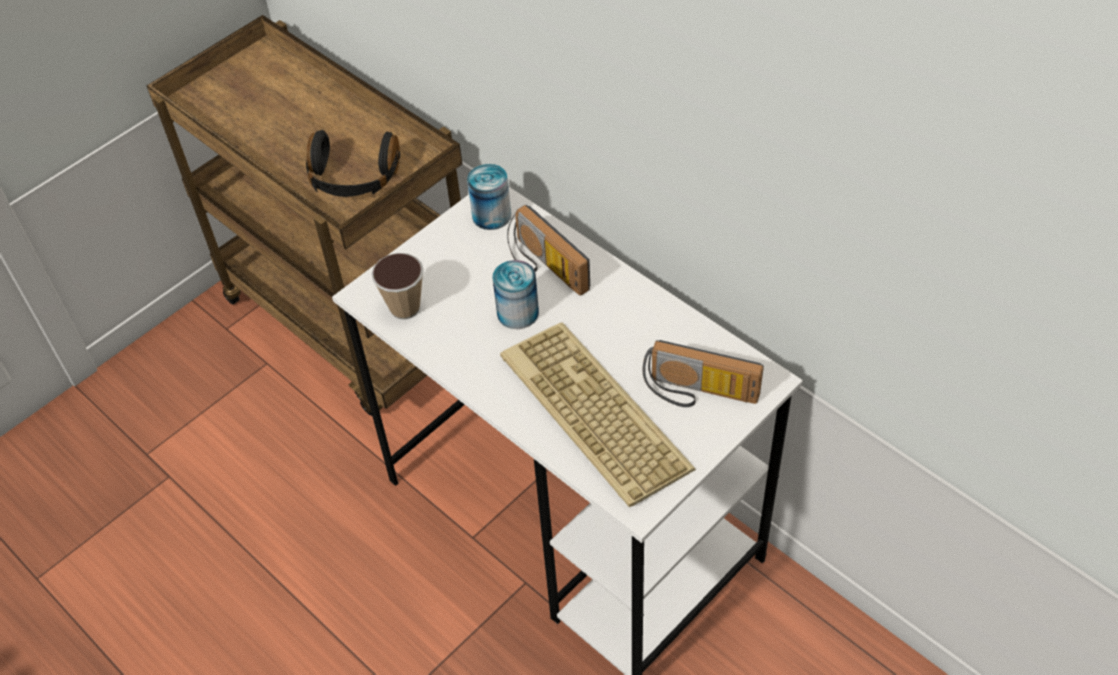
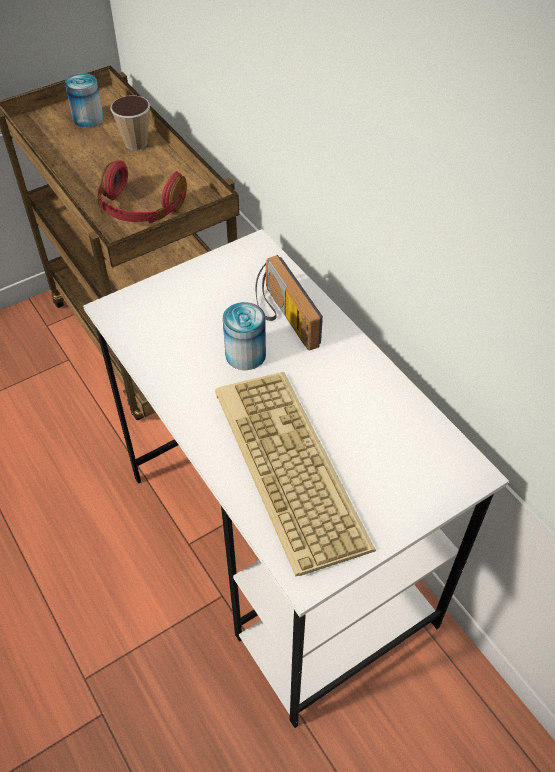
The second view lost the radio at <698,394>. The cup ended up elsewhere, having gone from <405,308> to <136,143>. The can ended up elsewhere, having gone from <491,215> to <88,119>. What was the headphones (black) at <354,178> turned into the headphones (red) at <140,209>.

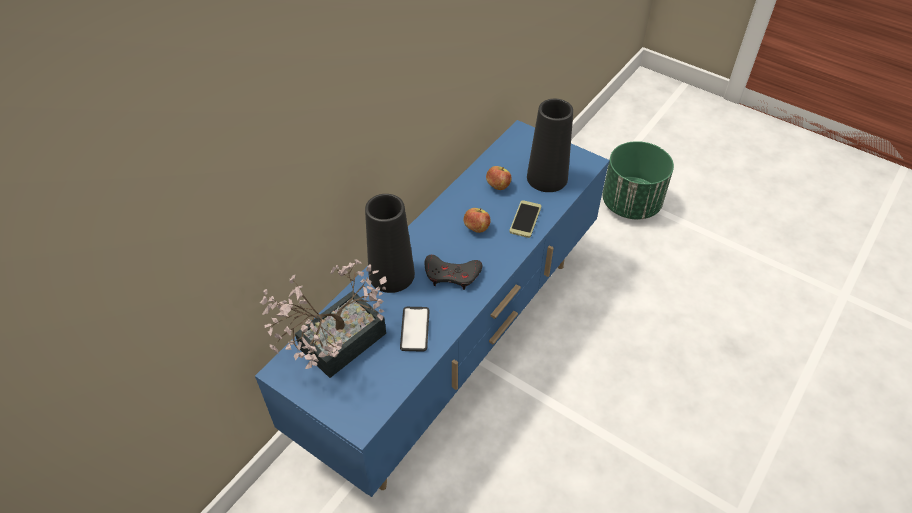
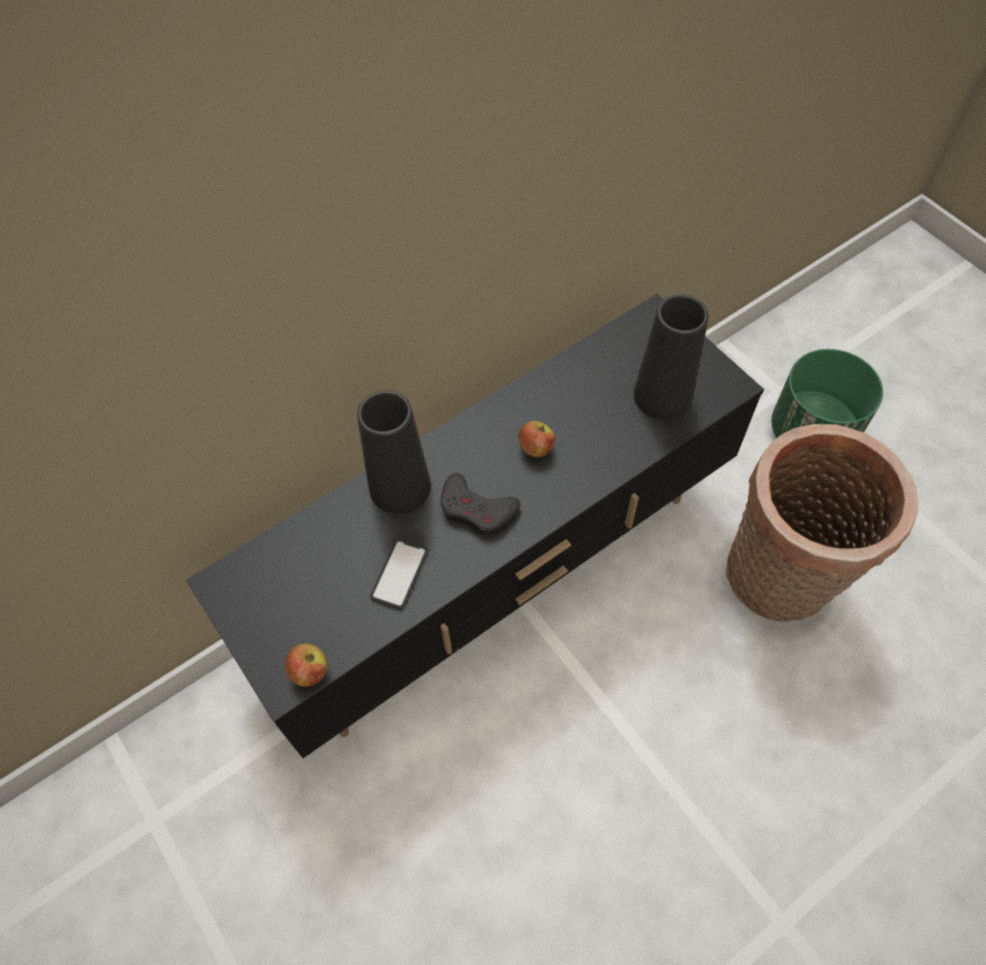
The second view lost the potted plant at <334,346>. The second view lost the phone at <525,219>. The second view gained the basket at <779,581>. The apple ended up elsewhere, having gone from <498,186> to <309,671>. What was the tv stand (blue) at <455,348> turned into the tv stand (black) at <496,577>.

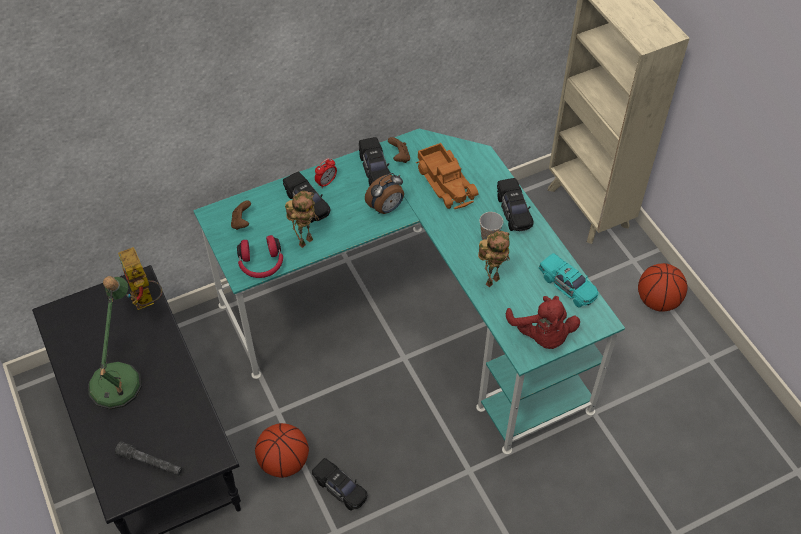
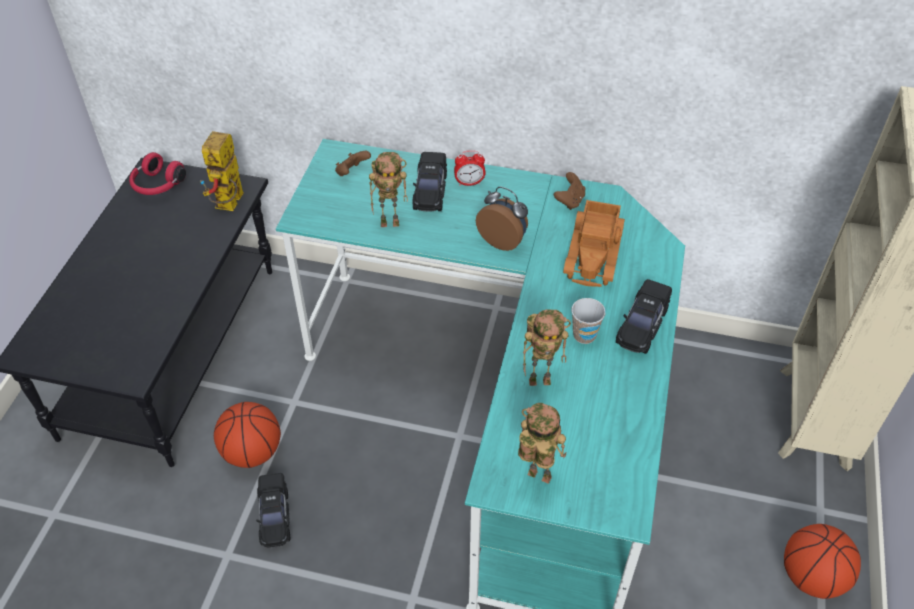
The second view lost the table lamp at <119,377>. The second view lost the flashlight (grey) at <150,462>. The second view lost the toy car (black) at <375,169>. The second view lost the toy car (turquoise) at <567,286>. The headphones (red) ended up elsewhere, having gone from <261,264> to <157,185>. Where the plush toy (red) stood at <542,335>, the toy robot came to stand at <536,477>. The alarm clock at <386,208> ended up facing another way, 150 degrees counterclockwise from before.

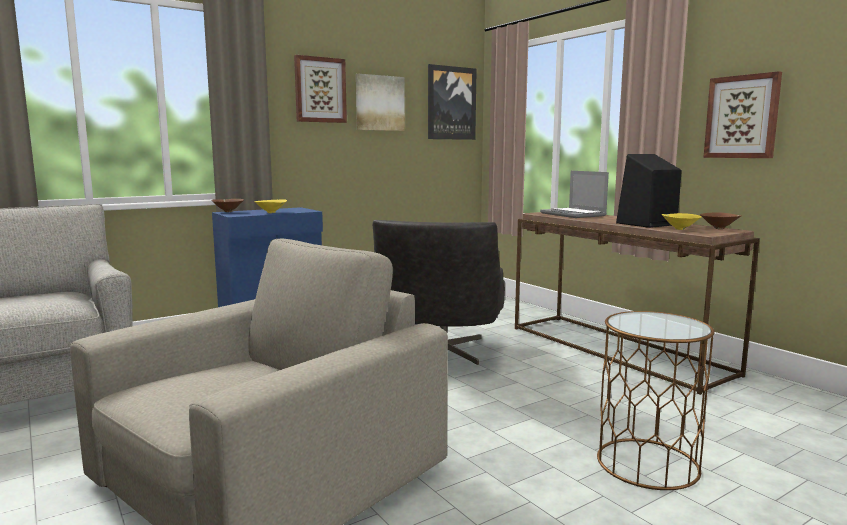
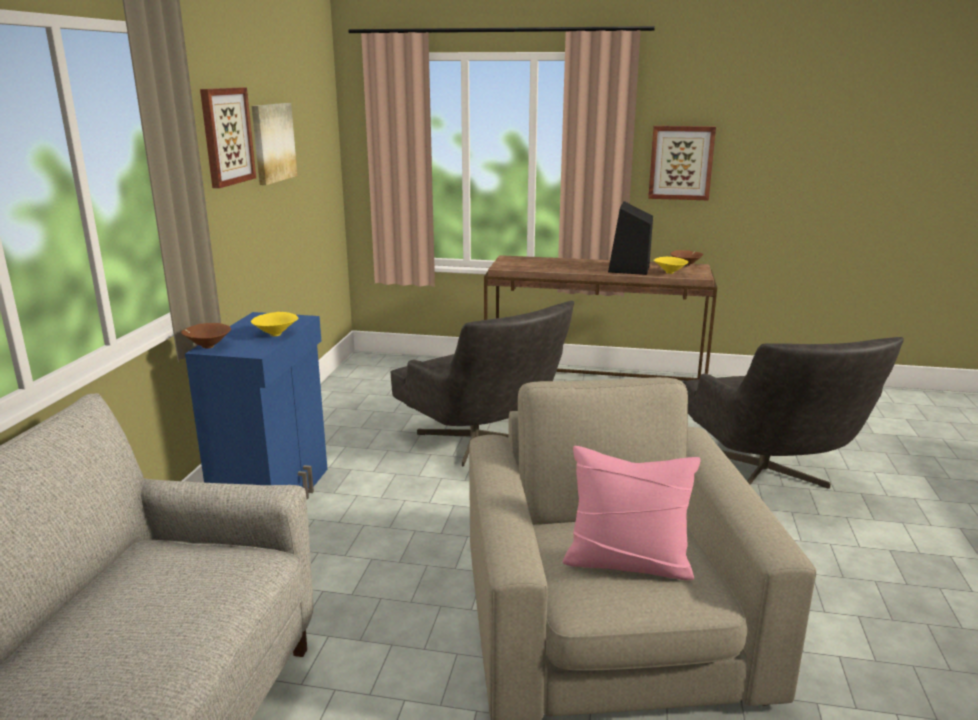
The second view lost the picture at <451,103>. The second view lost the laptop at <574,214>. The second view gained the pillow (pink) at <627,562>. Where the side table (brown) stood at <647,463>, the armchair (grey) came to stand at <770,477>.

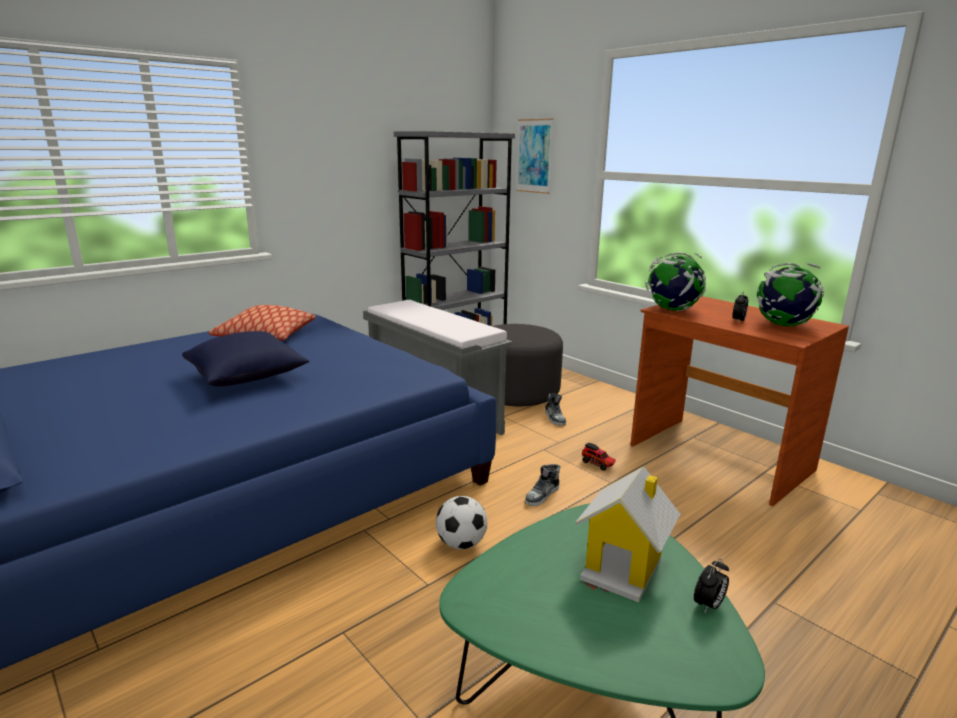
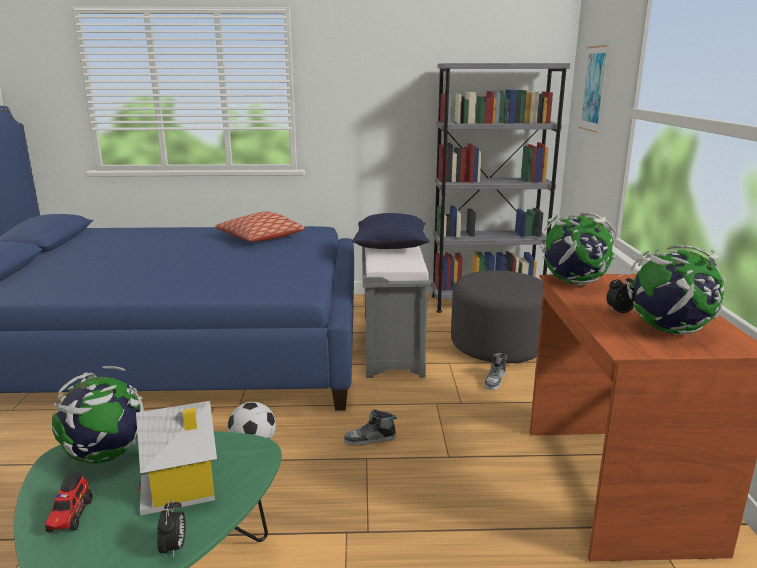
The second view gained the globe at <105,456>. The pillow (blue) ended up elsewhere, having gone from <247,377> to <391,247>. The toy truck ended up elsewhere, having gone from <598,464> to <70,517>. The alarm clock at <708,605> ended up facing another way, 90 degrees counterclockwise from before.

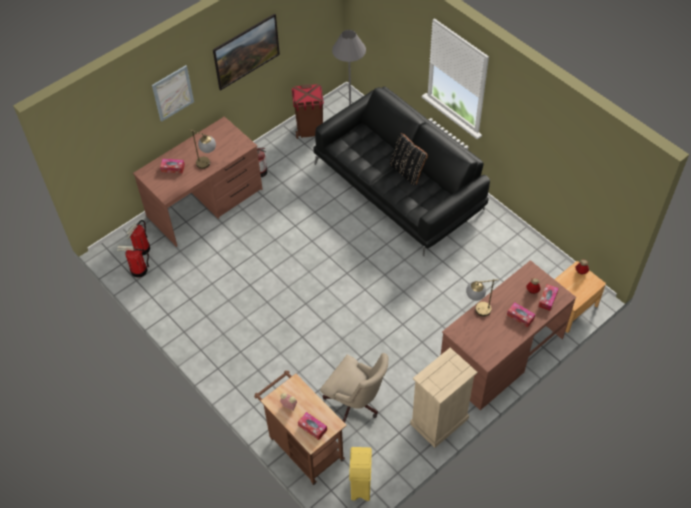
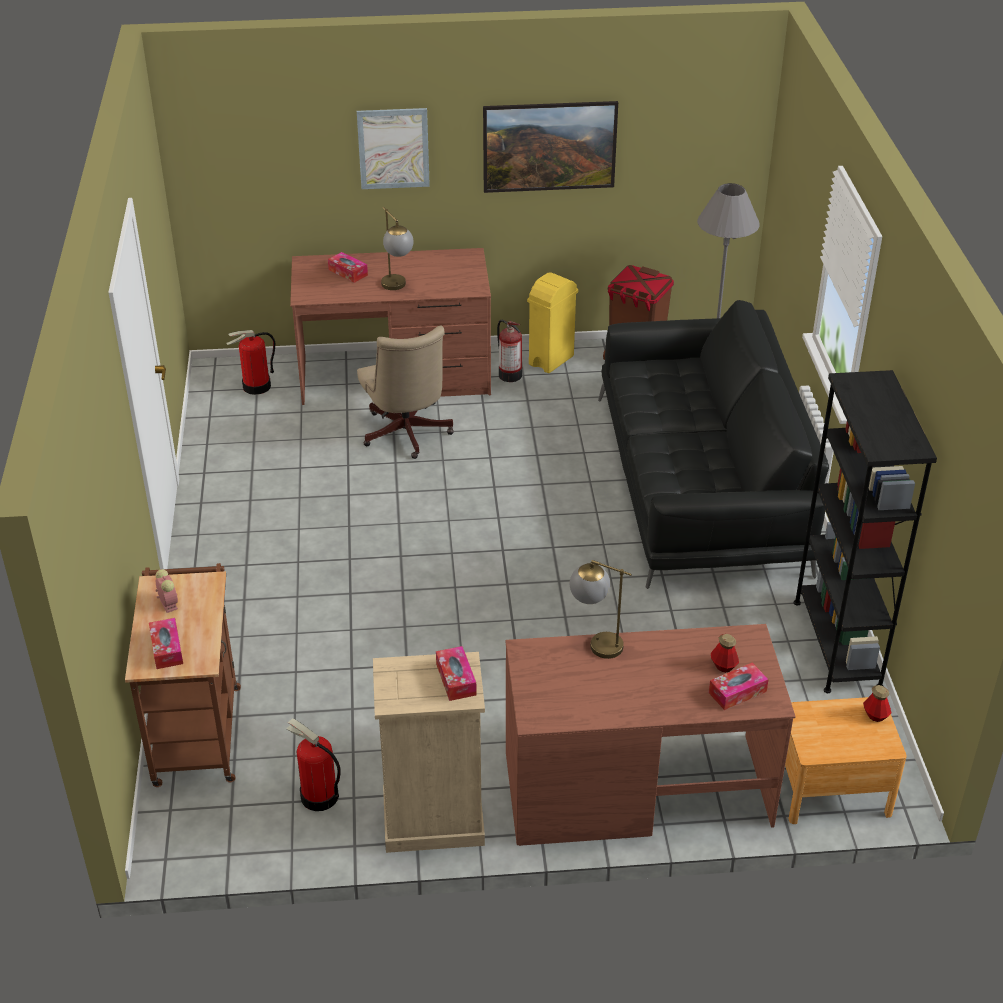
The second view lost the pillow (black) at <407,171>. The second view gained the bookcase (black) at <837,643>. The fire extinguisher ended up elsewhere, having gone from <138,270> to <318,796>. The office chair (beige) ended up elsewhere, having gone from <356,403> to <406,436>. The trash can (yellow) ended up elsewhere, having gone from <360,487> to <550,360>. The tissue box ended up elsewhere, having gone from <520,317> to <456,679>.

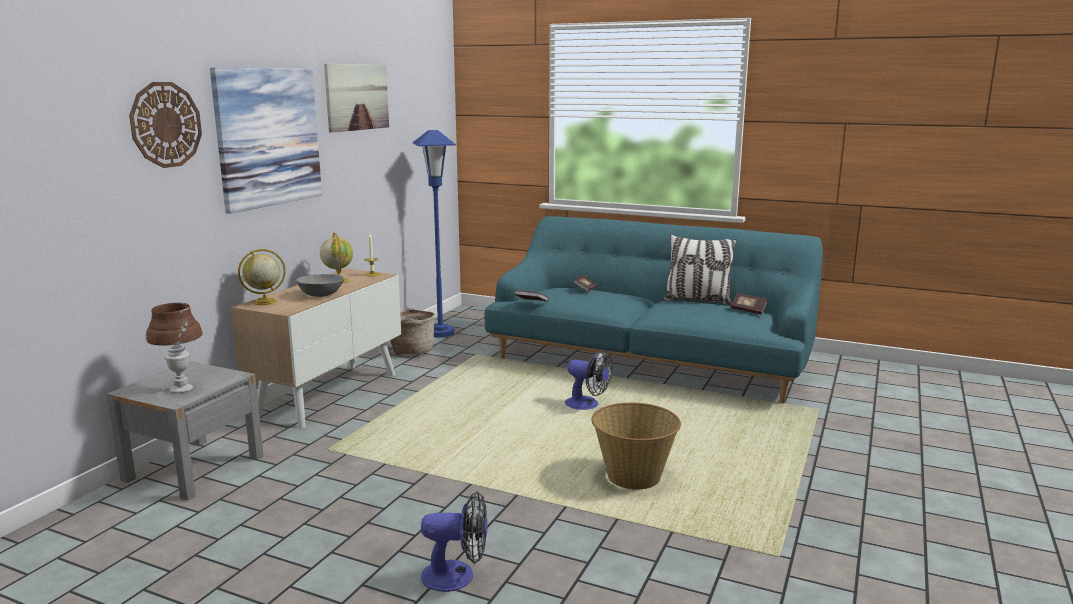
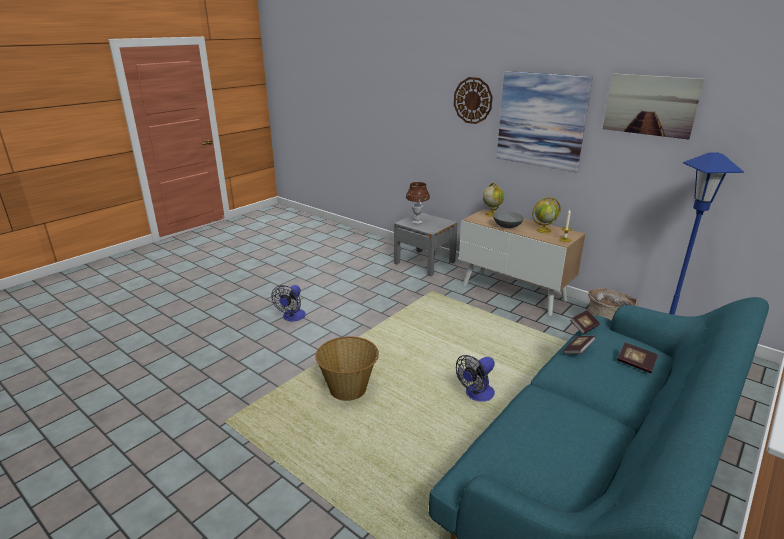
The second view lost the pillow at <697,301>. The book ended up elsewhere, having gone from <748,310> to <578,350>.

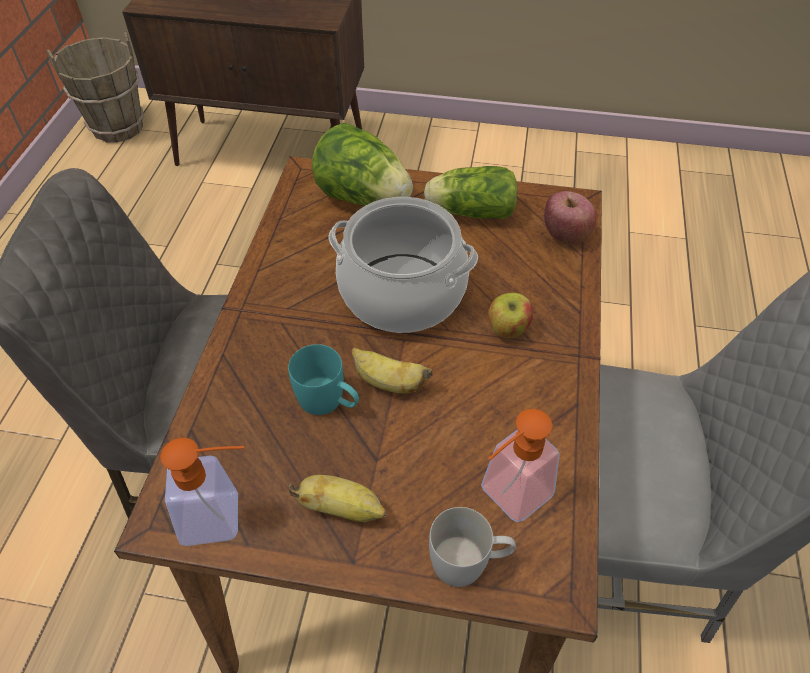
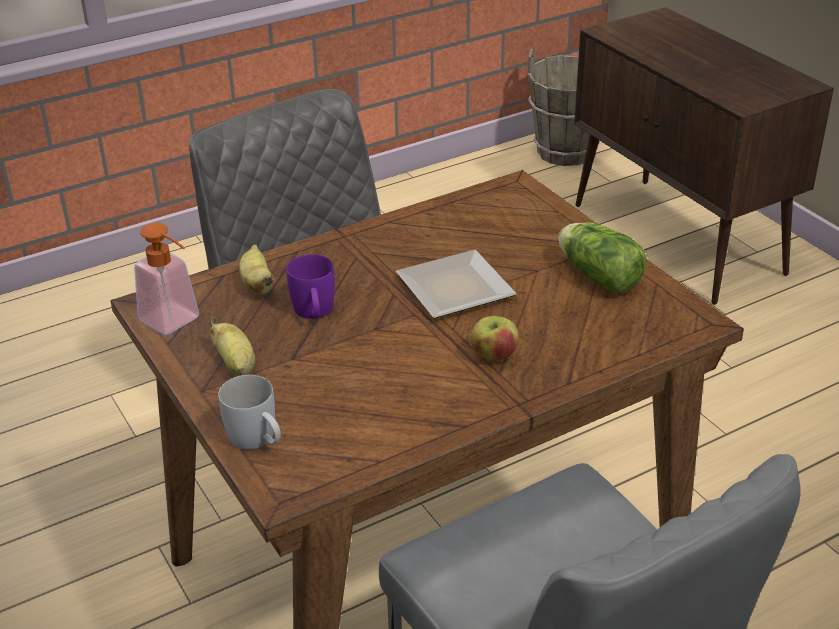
The second view lost the lettuce at <363,197>. The second view lost the soap dispenser at <507,498>. The second view lost the apple at <565,235>. The banana ended up elsewhere, having gone from <388,382> to <257,284>. Where the cooking pot stood at <403,292>, the plate came to stand at <459,290>. What was the mug (turquoise) at <328,402> turned into the mug (purple) at <314,313>.

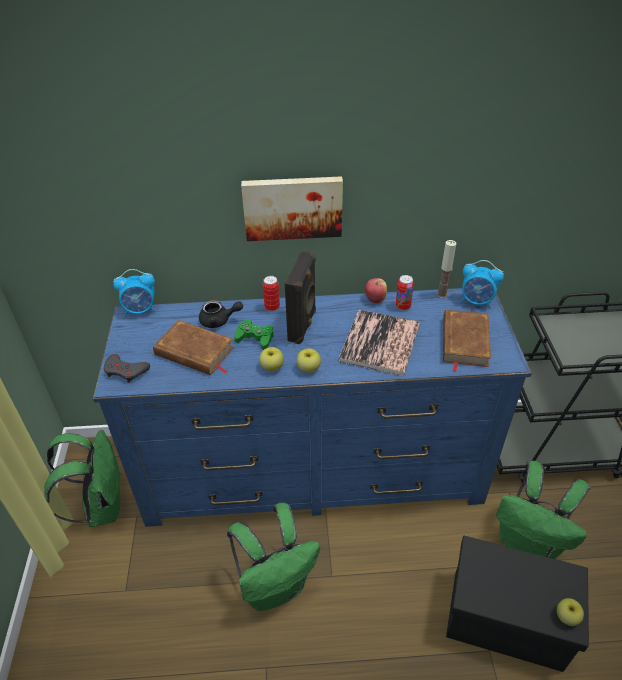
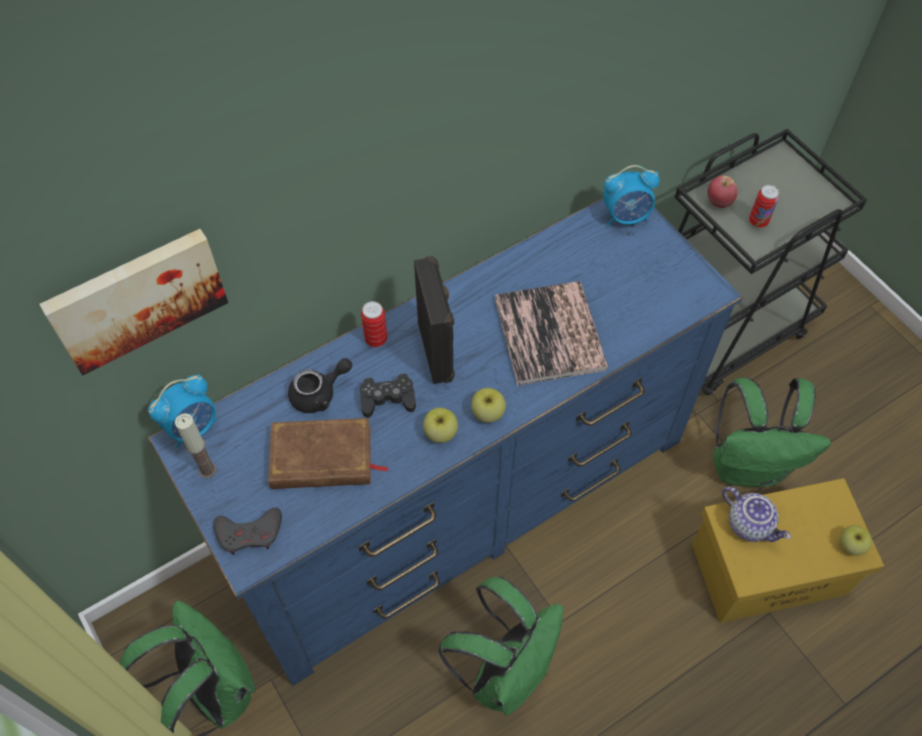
The second view lost the book (brown) at <464,342>. The second view gained the teapot at <750,524>. The picture ended up elsewhere, having gone from <292,207> to <136,297>. The apple ended up elsewhere, having gone from <375,299> to <719,202>. The can ended up elsewhere, having gone from <403,306> to <758,222>. The candle ended up elsewhere, having gone from <442,294> to <207,470>. What was the game controller (green) at <255,338> turned into the game controller (black) at <387,399>. What was the storage box (black) at <507,619> turned into the storage box (yellow) at <770,567>.

